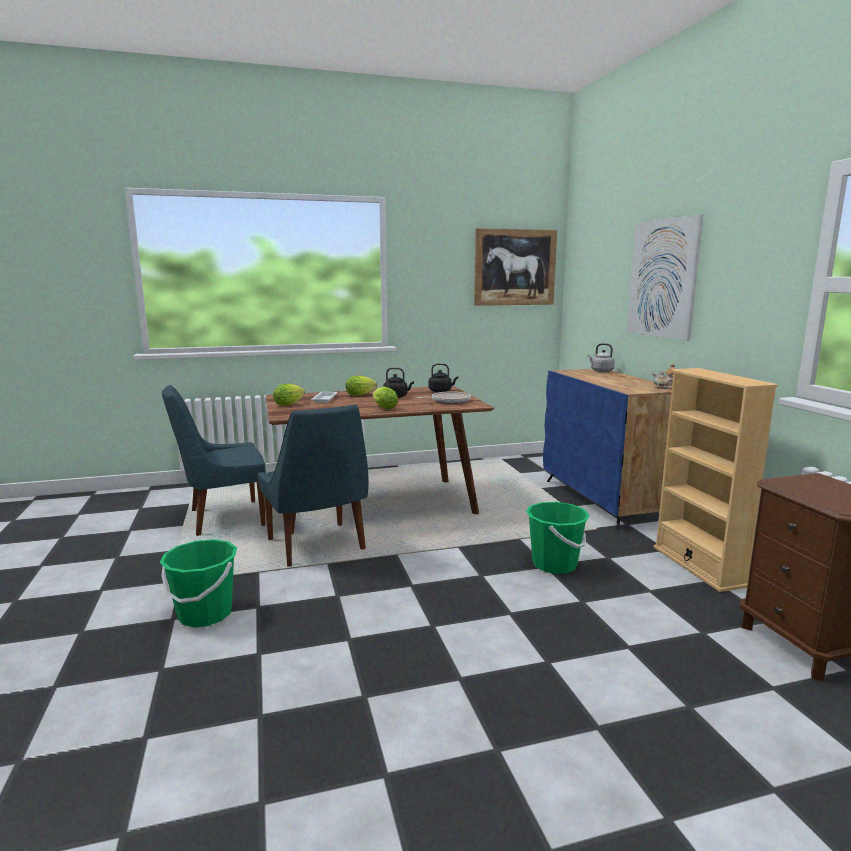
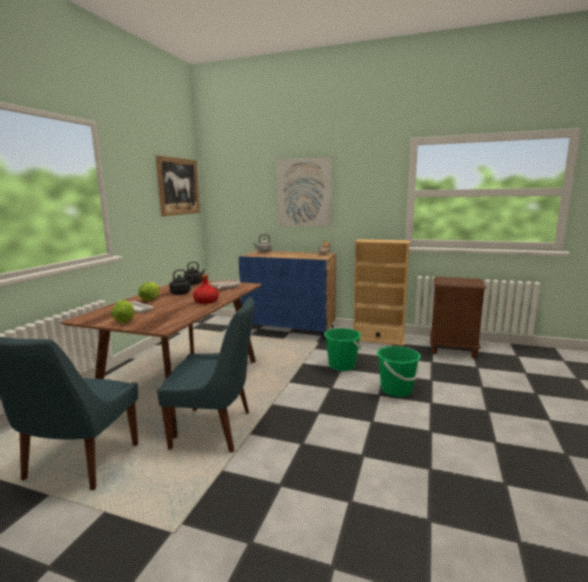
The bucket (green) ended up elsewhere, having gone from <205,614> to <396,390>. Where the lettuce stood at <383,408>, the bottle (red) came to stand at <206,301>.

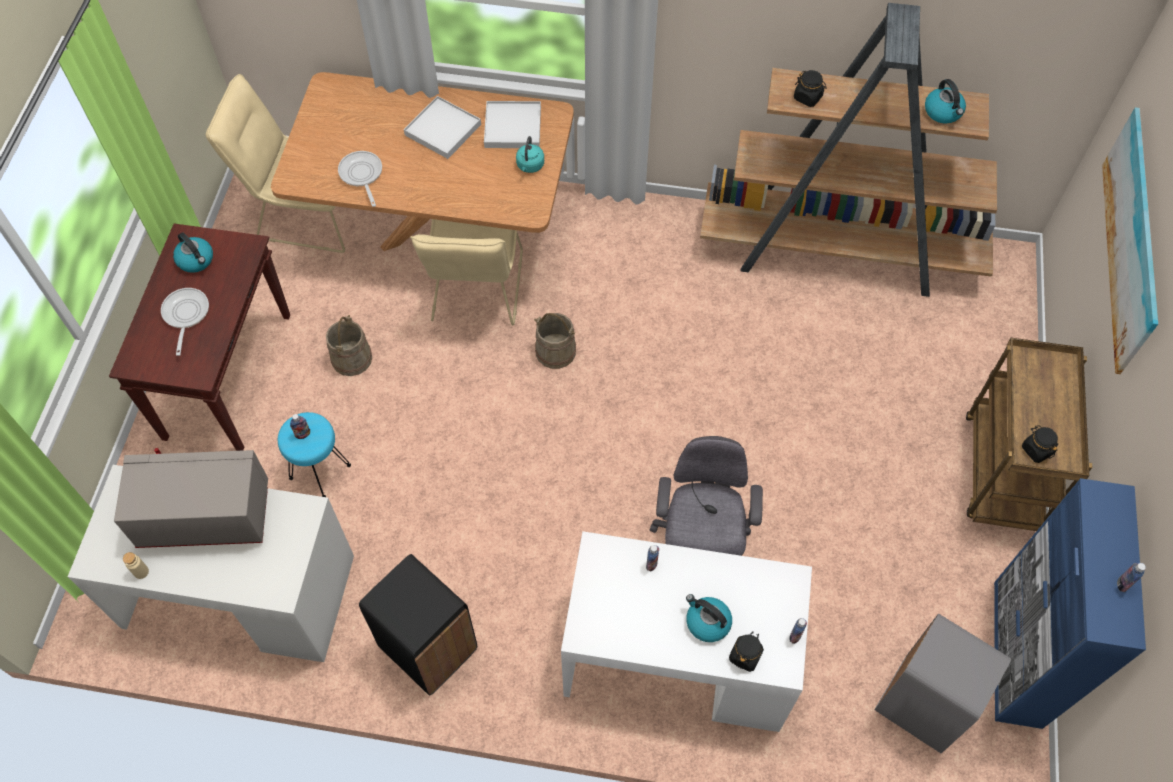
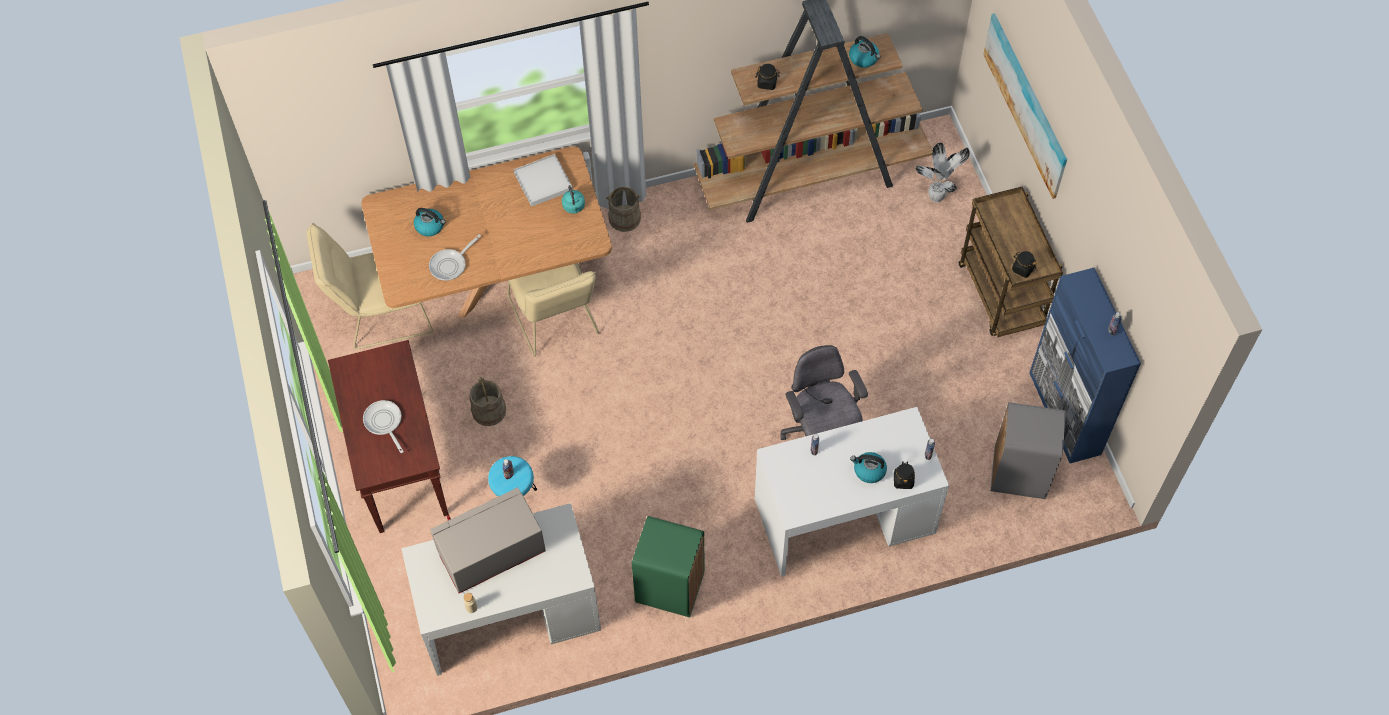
The second view lost the tray (white) at <443,129>. The second view gained the potted plant at <937,197>. The kettle ended up elsewhere, having gone from <196,260> to <430,226>. The bucket (beige) ended up elsewhere, having gone from <555,351> to <624,218>. What was the trash can (black) at <428,649> turned into the trash can (green) at <670,588>. The frying pan at <362,175> ended up facing another way, 90 degrees counterclockwise from before.

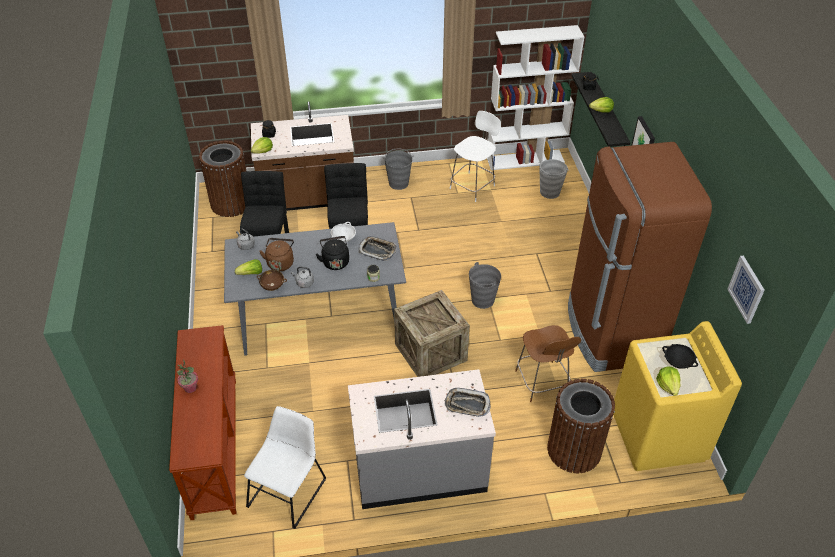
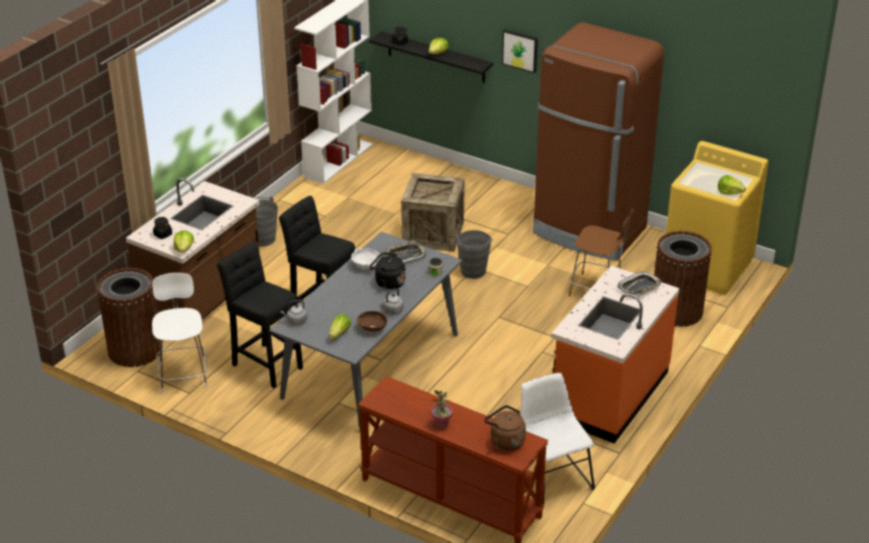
The second view lost the bucket (grey) at <549,192>. The second view lost the bowl (black) at <677,363>. The second view lost the picture at <747,289>. The kettle (brown) ended up elsewhere, having gone from <280,262> to <505,440>. The crate ended up elsewhere, having gone from <430,352> to <433,234>. The chair (white) ended up elsewhere, having gone from <473,186> to <183,374>. What was the counter (grey) at <419,469> turned into the counter (orange) at <609,394>.

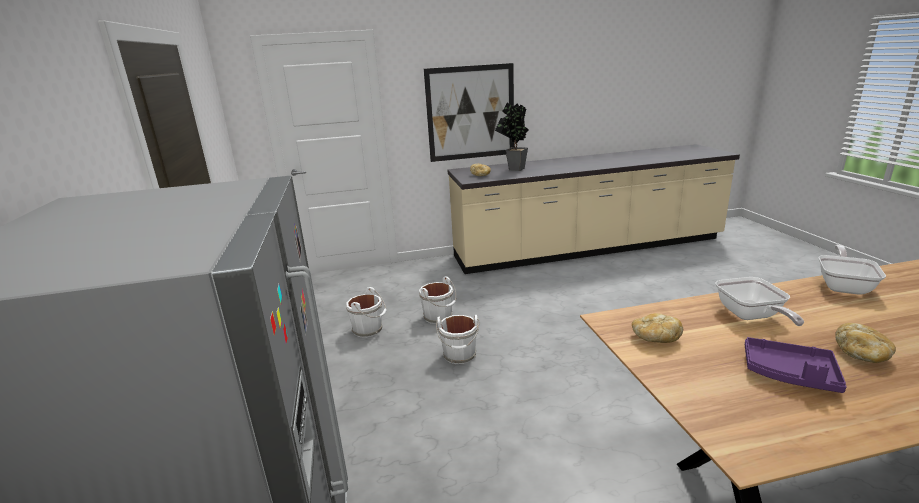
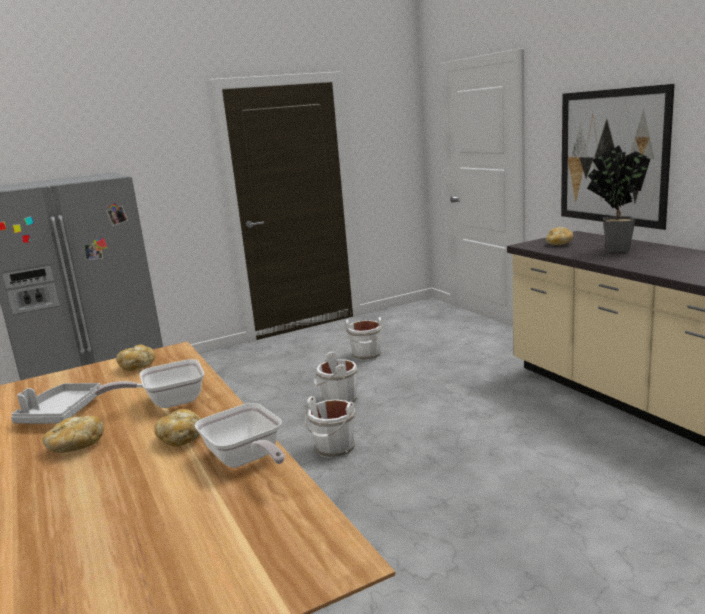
The second view gained the bread at <181,438>. The bucket (white) ended up elsewhere, having gone from <439,317> to <334,449>. What was the tray (purple) at <789,374> turned into the tray (grey) at <61,413>. The frying pan at <844,285> ended up facing another way, 45 degrees clockwise from before.

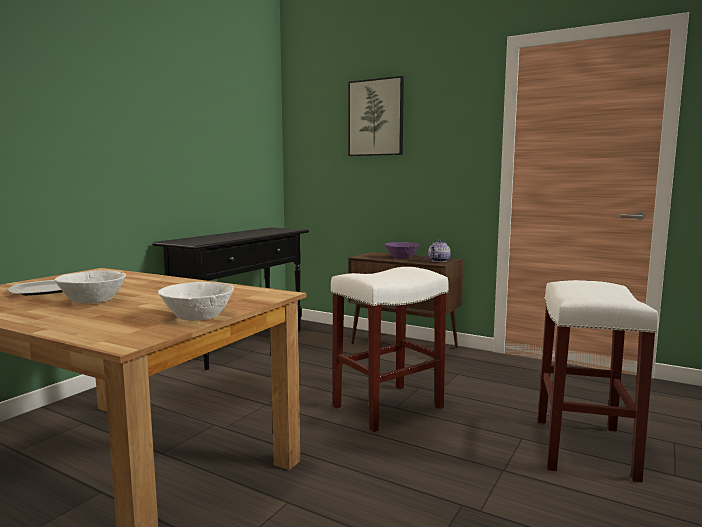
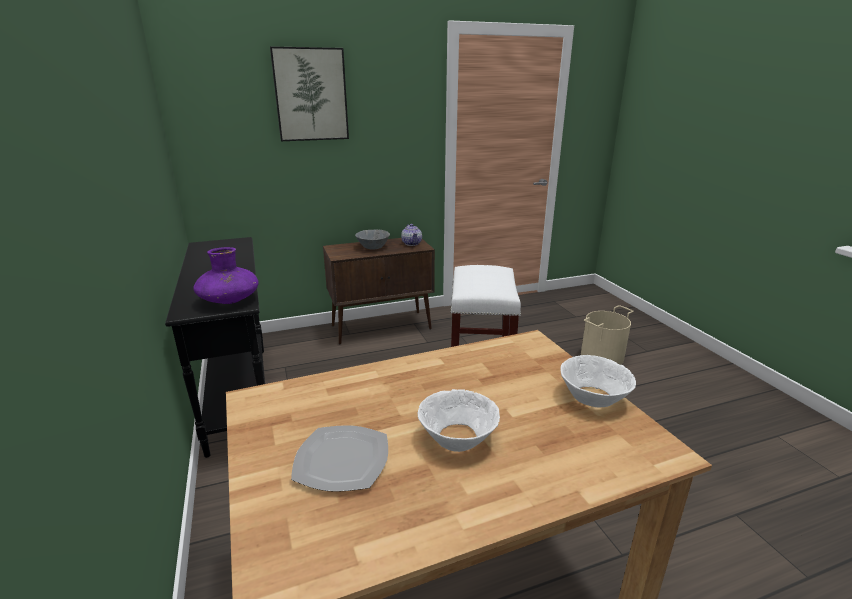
The second view gained the vase (purple) at <229,300>. Where the stool (white) stood at <585,449>, the bucket (beige) came to stand at <602,356>. What was the bowl (purple) at <401,257> turned into the bowl (grey) at <373,247>.

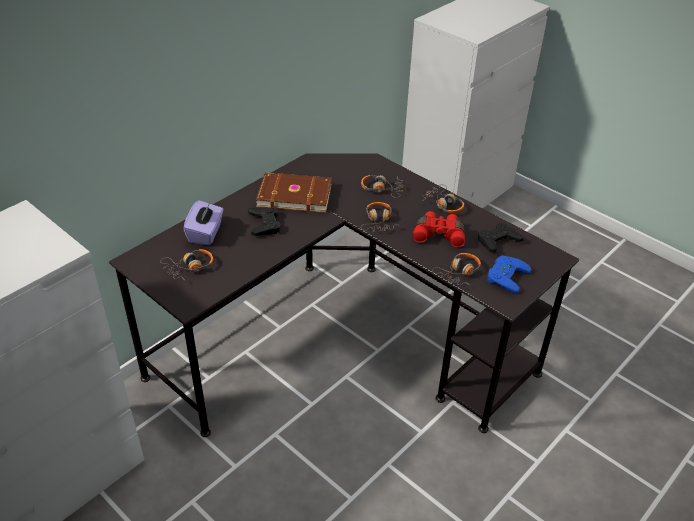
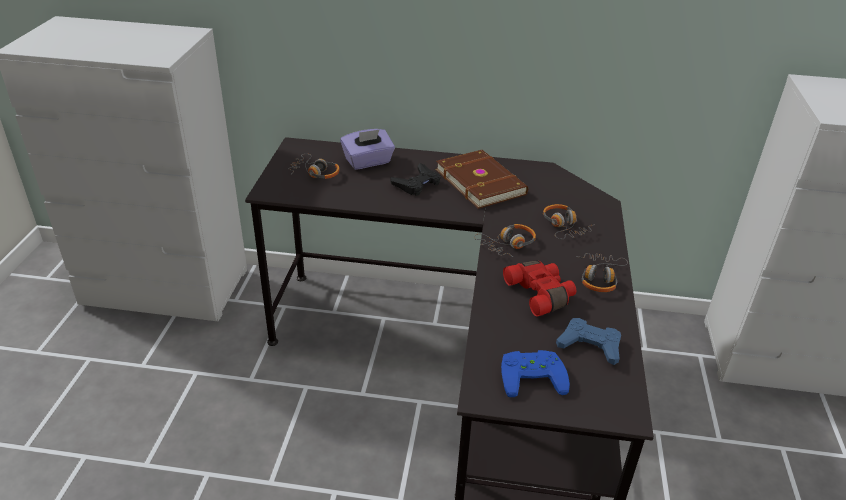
The second view lost the headphones at <459,273>. What was the game controller (black) at <498,241> turned into the game controller (blue) at <590,345>.

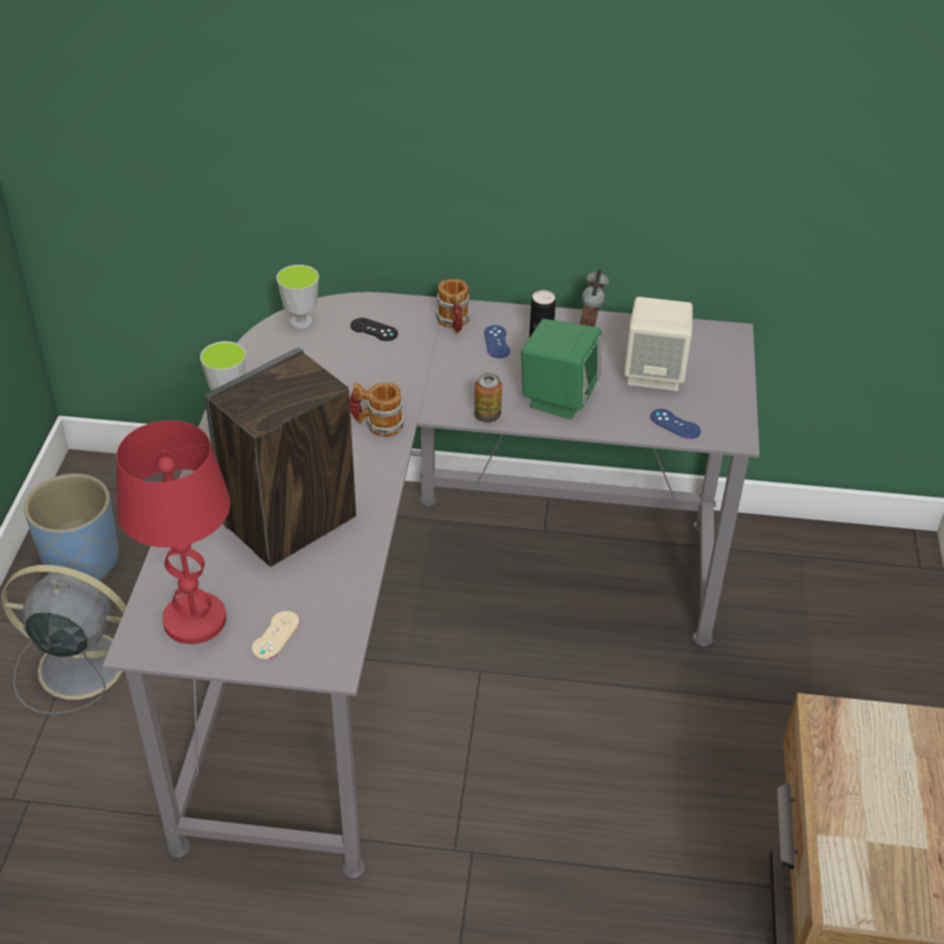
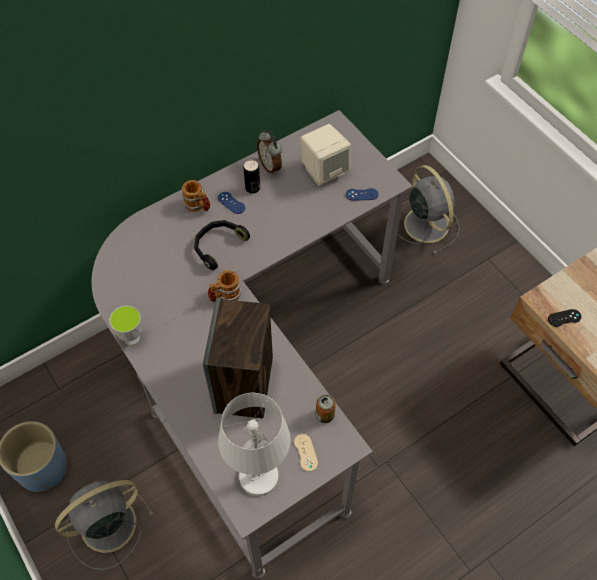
The second view lost the cup at <301,321>. The second view lost the speaker (green) at <558,398>. The second view gained the headphones (black) at <218,246>. The second view gained the fan (grey) at <425,223>. The game controller (black) ended up elsewhere, having gone from <374,330> to <564,318>. The can ended up elsewhere, having gone from <487,416> to <325,415>. What was the table lamp (red) at <194,620> turned into the table lamp (white) at <258,477>.

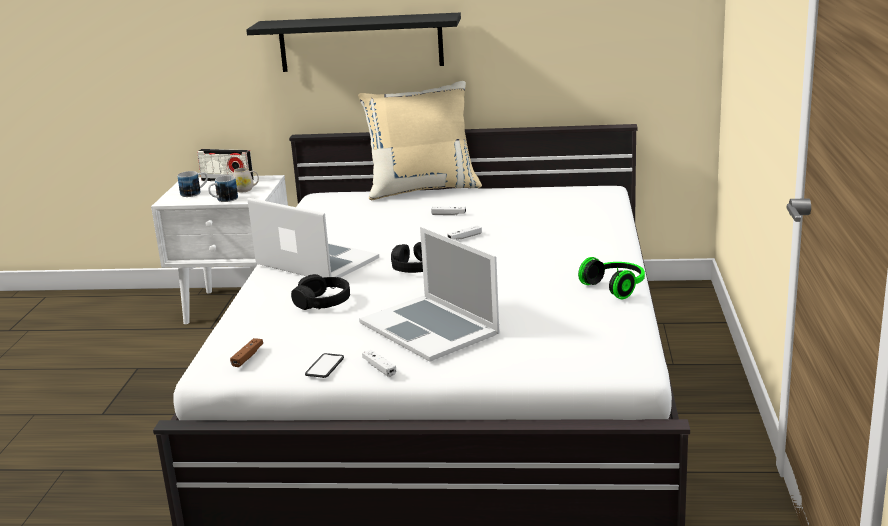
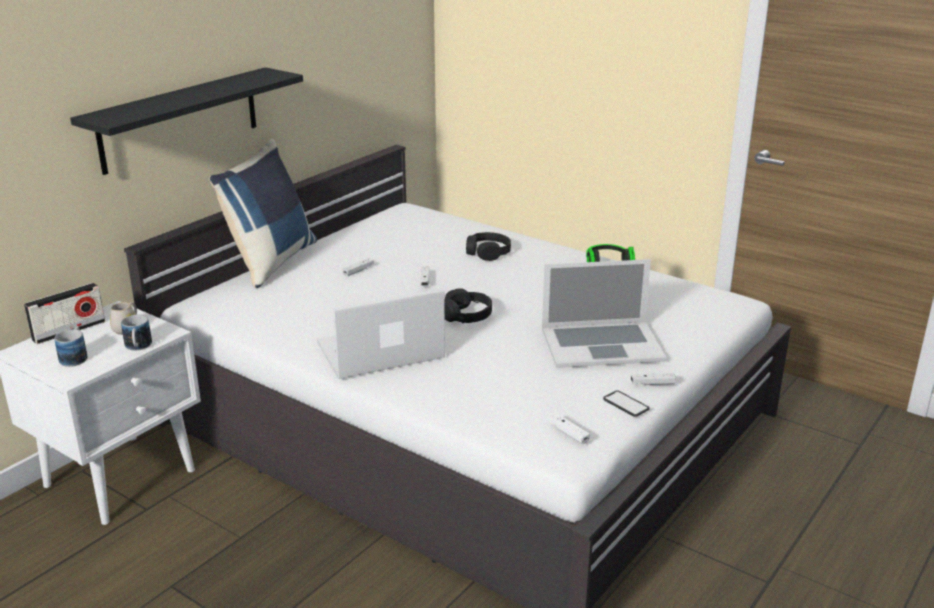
The headphones (black) ended up elsewhere, having gone from <322,302> to <488,253>. What was the game controller (brown) at <247,357> turned into the game controller (white) at <568,433>. What was the pillow (beige) at <422,189> turned into the pillow (blue) at <270,261>.

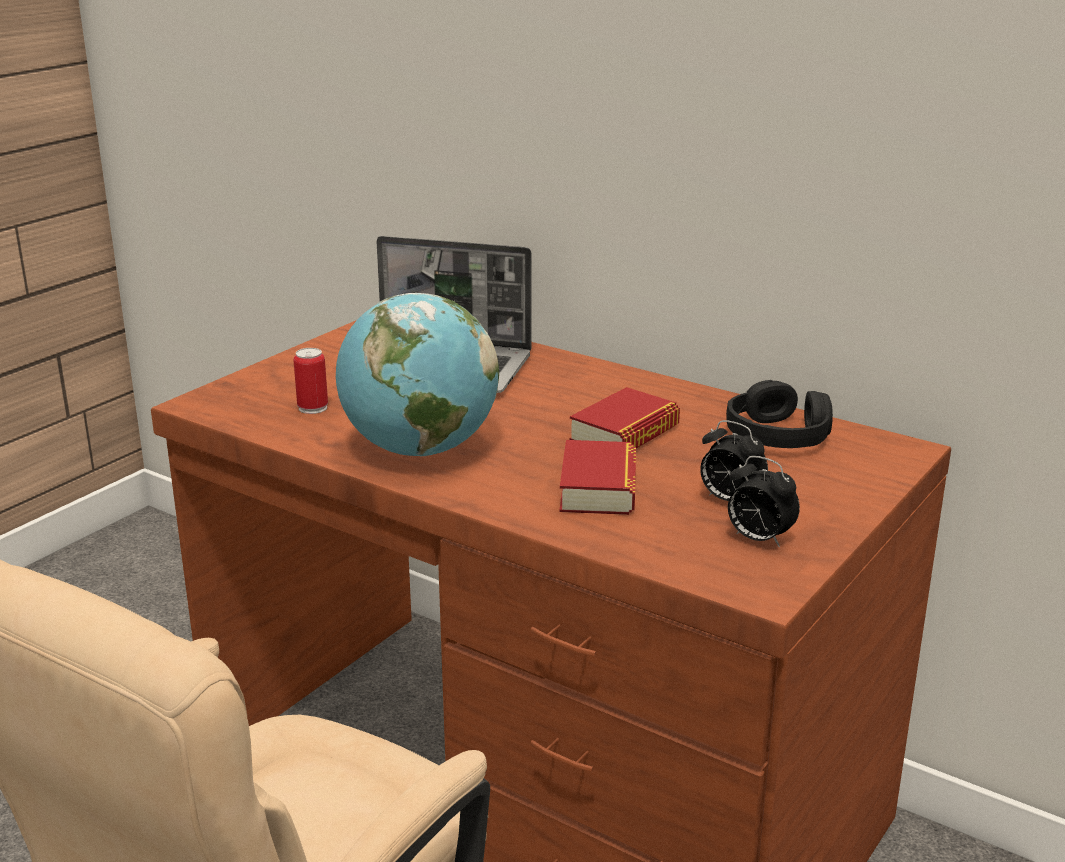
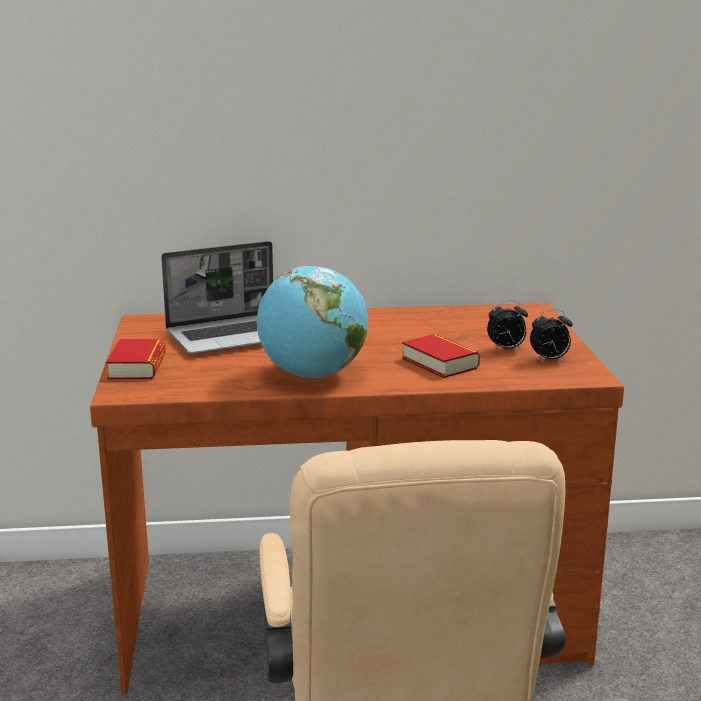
The second view lost the can at <312,408>. The second view lost the headphones (black) at <778,435>. The book ended up elsewhere, having gone from <624,433> to <137,367>.

